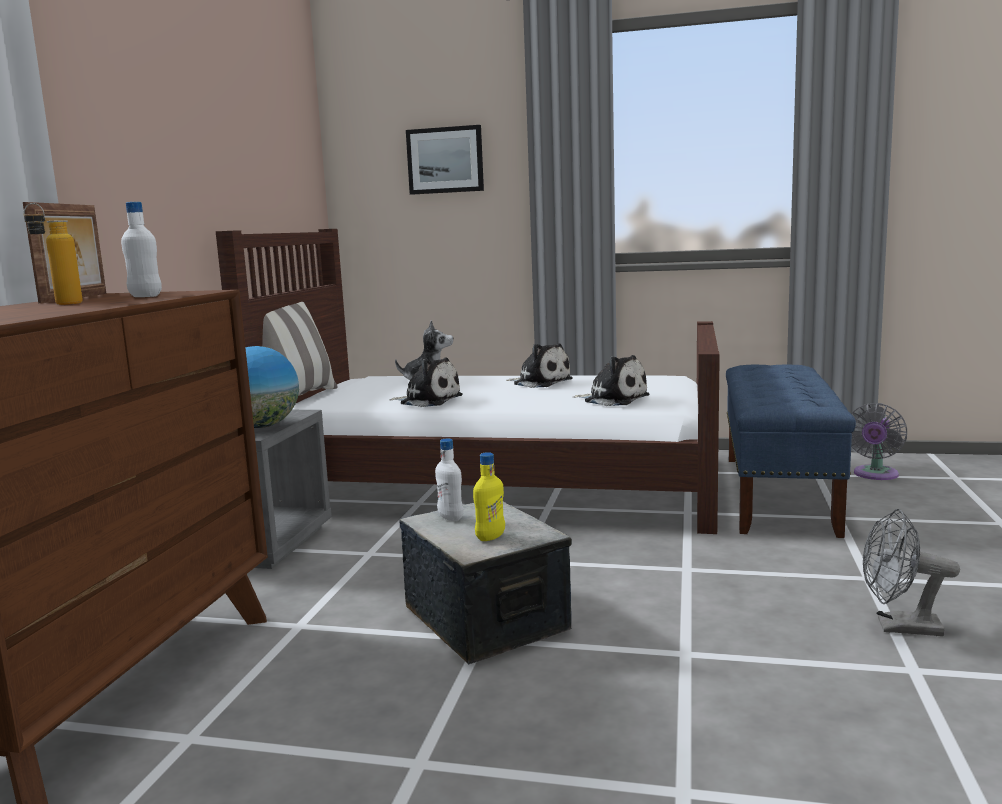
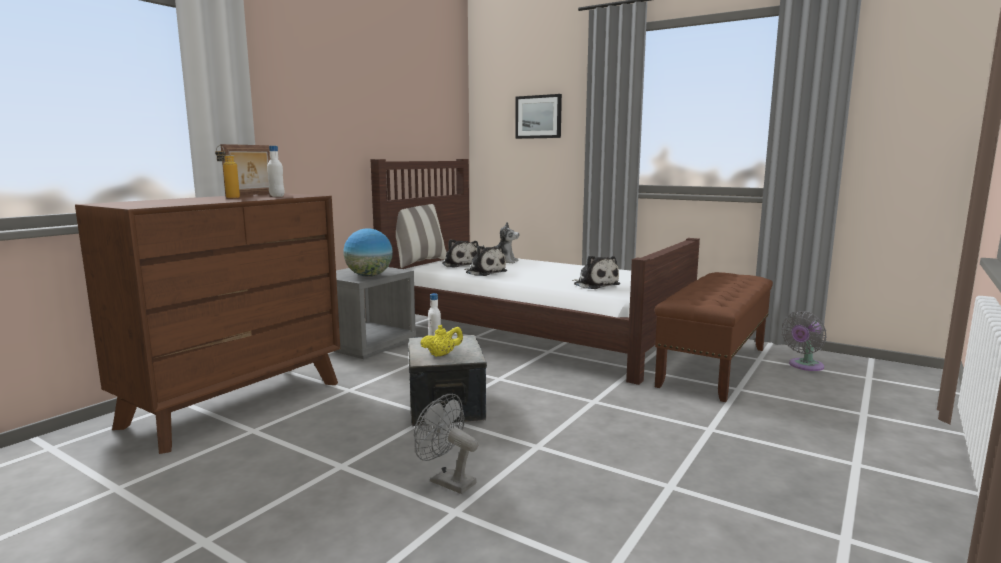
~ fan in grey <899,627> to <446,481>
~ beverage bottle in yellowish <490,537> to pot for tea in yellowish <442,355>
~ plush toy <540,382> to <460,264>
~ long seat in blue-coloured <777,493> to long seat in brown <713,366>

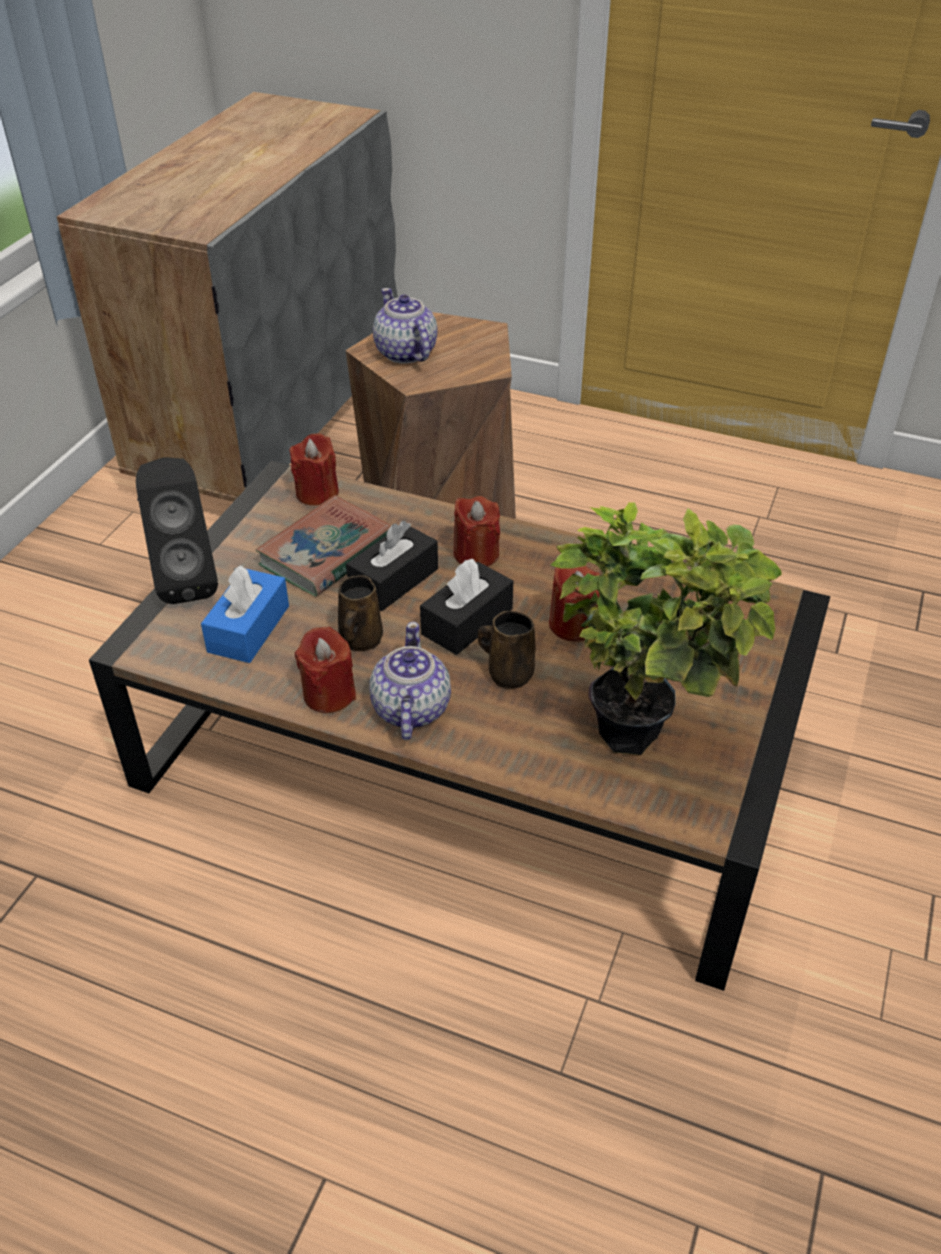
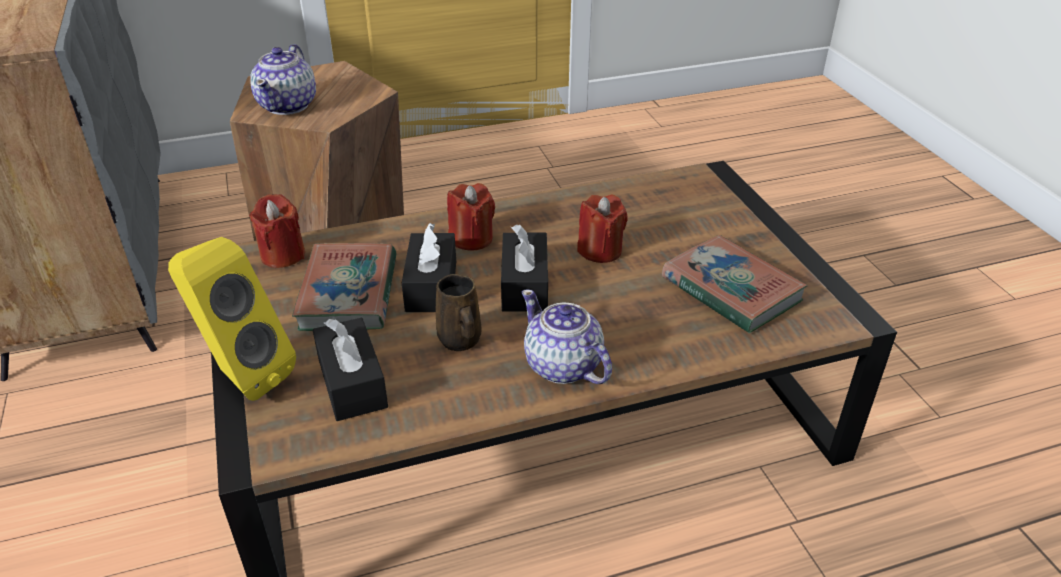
~ loudspeaker in black <187,580> to loudspeaker in yellowish <242,376>
~ pot for tea <405,353> = <288,105> 105 degrees counterclockwise
~ box of tissues in blue-coloured <248,629> to box of tissues in black <352,383>
~ plant in a pot <645,730> to volume <731,290>
- wax candle in red <329,694>
- tea mug in brown <508,674>

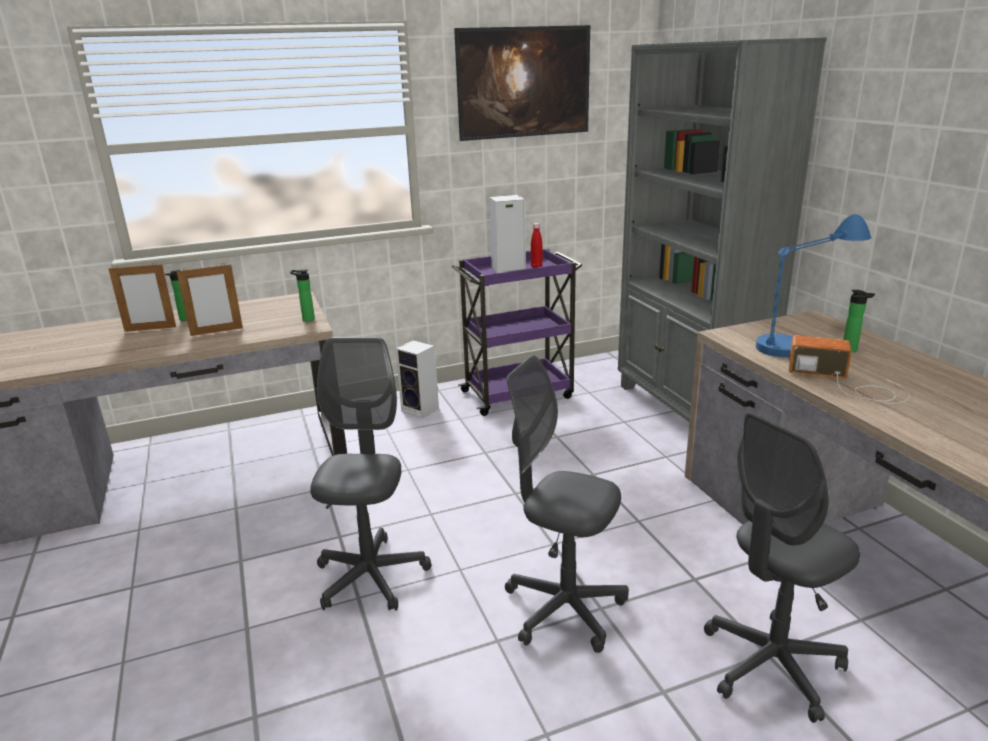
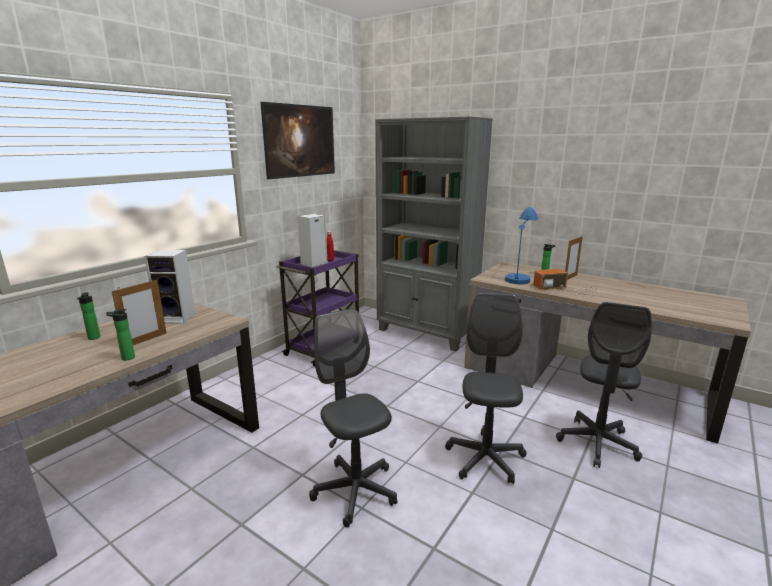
~ beverage bottle <306,320> to <126,358>
~ loudspeaker <421,409> to <178,318>
~ computer chair in grey <564,609> = <485,459> 105 degrees clockwise
~ standing frame <150,329> to <570,278>

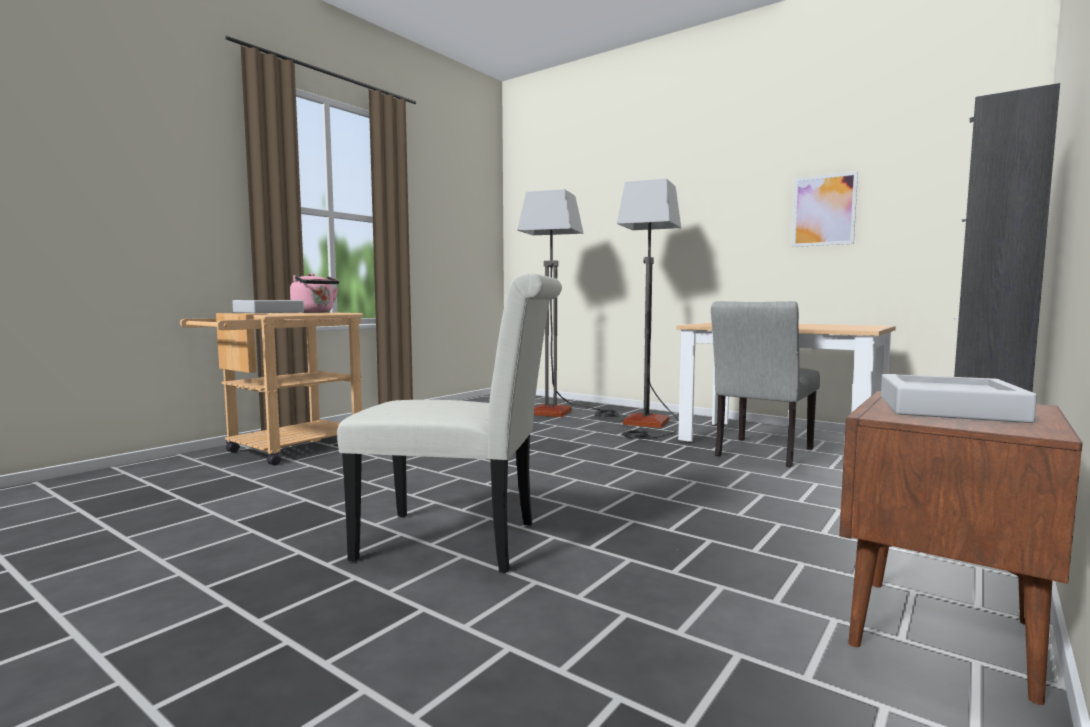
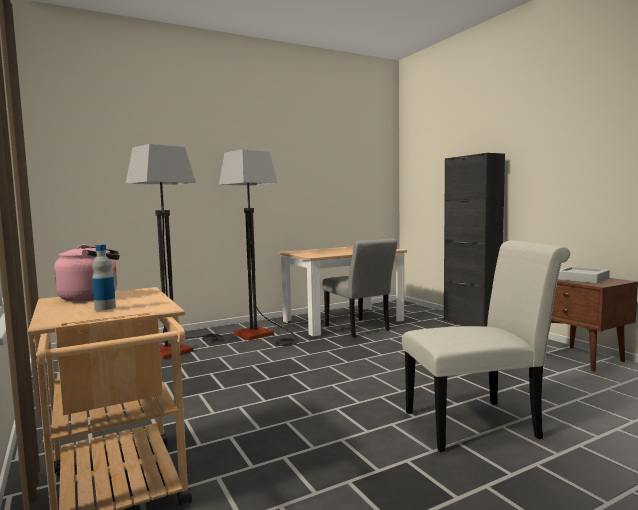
~ carrying tray in grey <268,312> to beverage bottle <105,308>
~ upright chair in whitish <461,542> = <479,424> 45 degrees clockwise
- wall art <824,210>

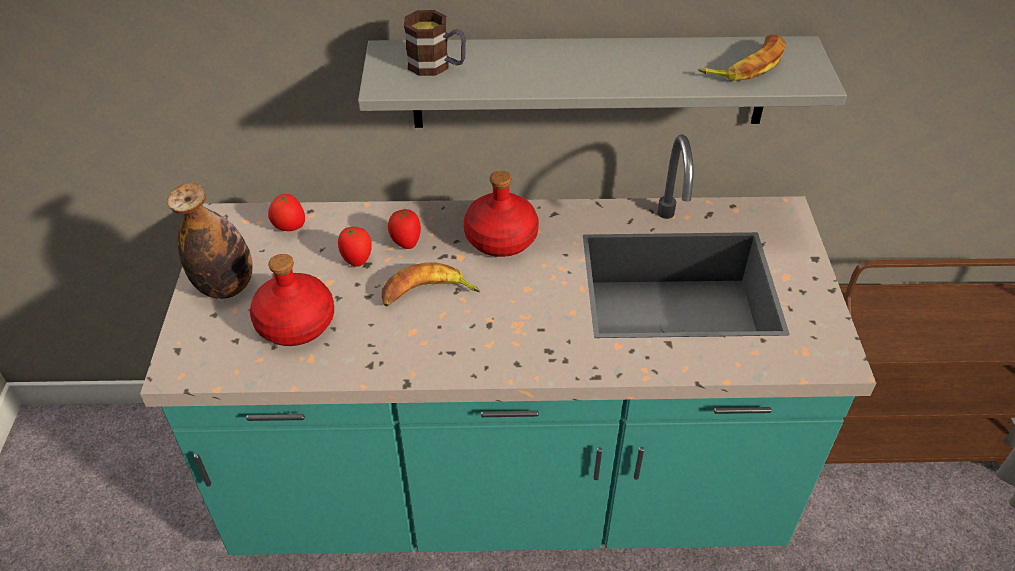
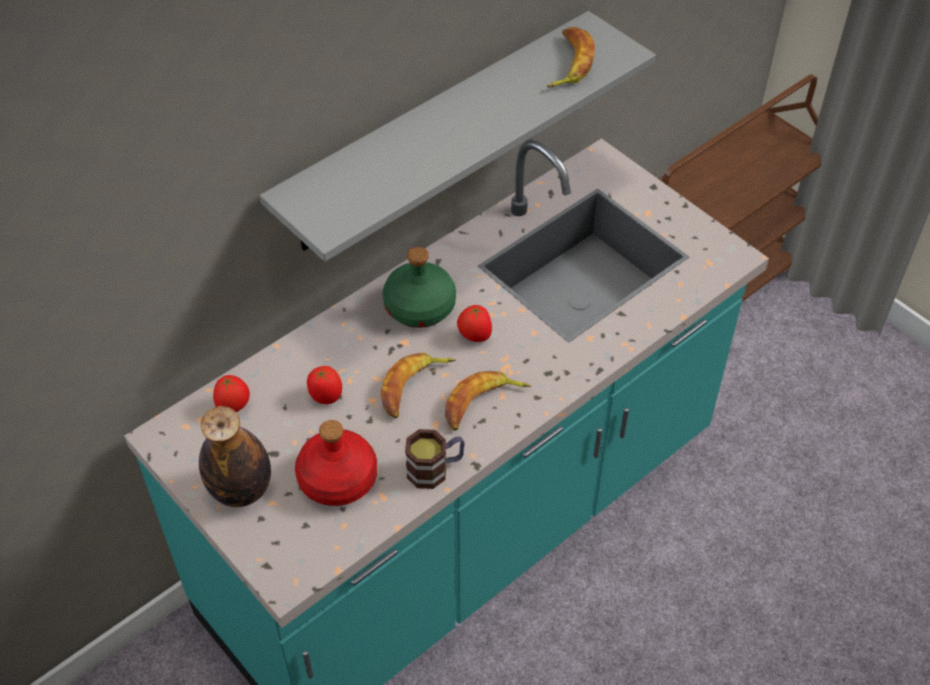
~ beverage bottle in red <500,239> to beverage bottle in green <420,308>
~ tea mug <437,66> to <435,469>
+ banana fruit <482,404>
~ tomato <405,242> to <474,336>

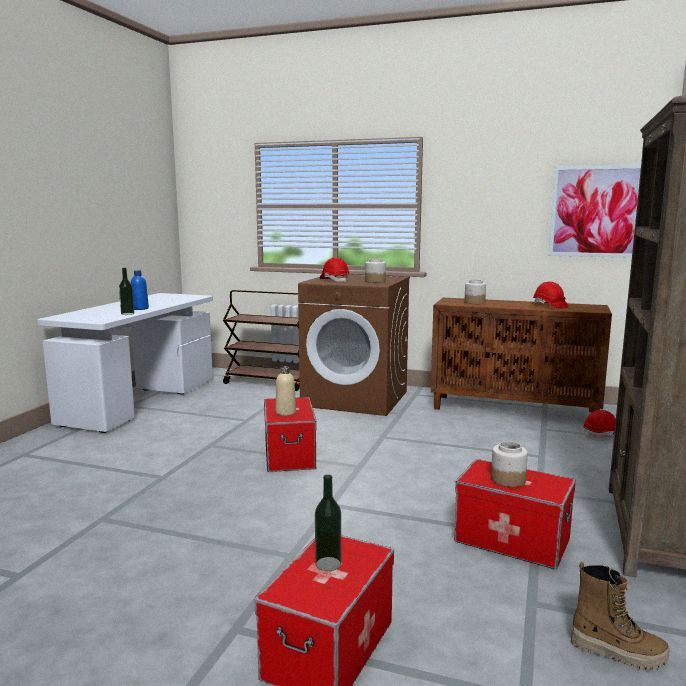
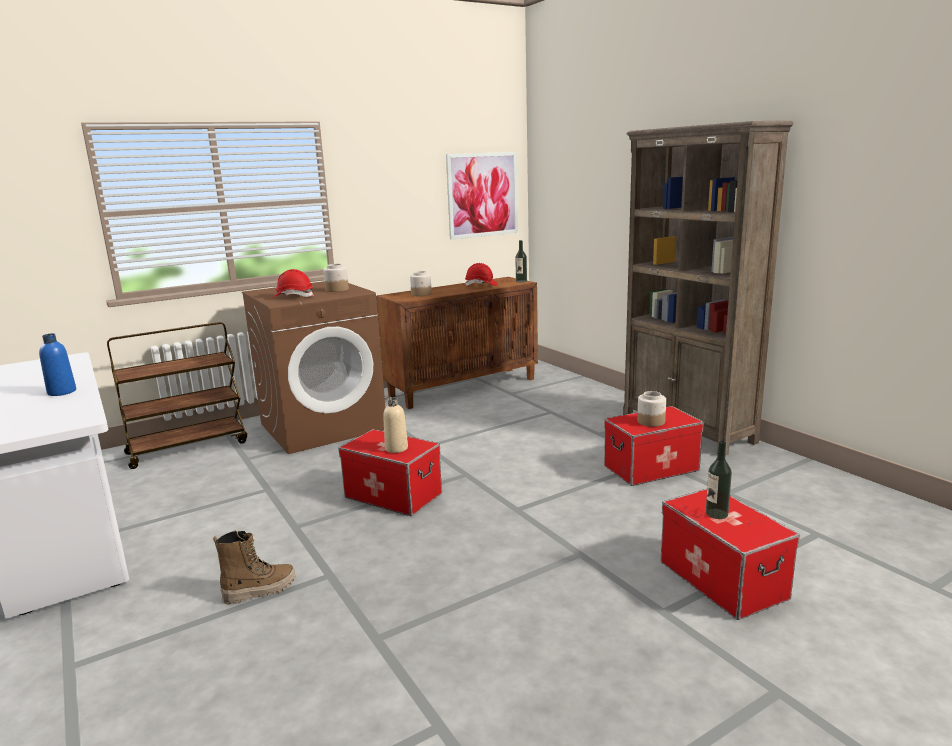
~ high-top boot <617,652> to <260,590>
~ beverage bottle <127,314> to <521,281>
- safety helmet in red <602,435>

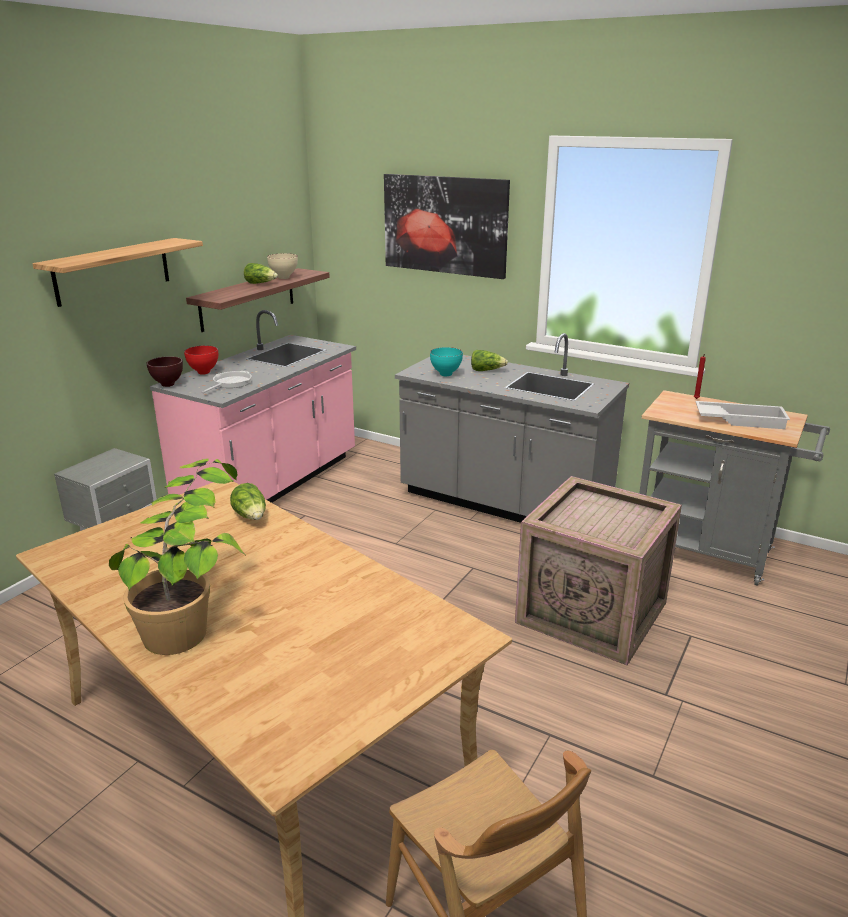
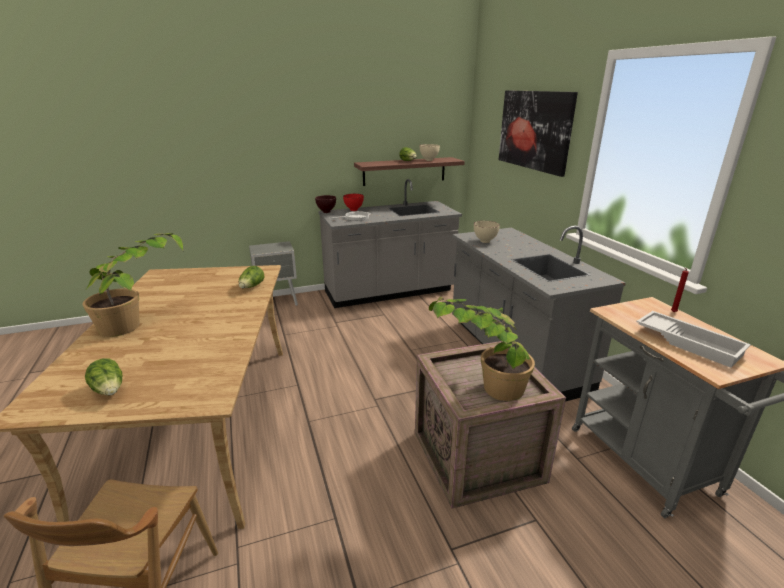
~ lettuce head <486,370> to <109,390>
~ kitchen base unit in pink <272,485> to kitchen base unit in grey <389,292>
+ plant in a pot <482,385>
~ deep dish in blue-green <446,375> to deep dish in beige <485,242>
- shelf <113,271>

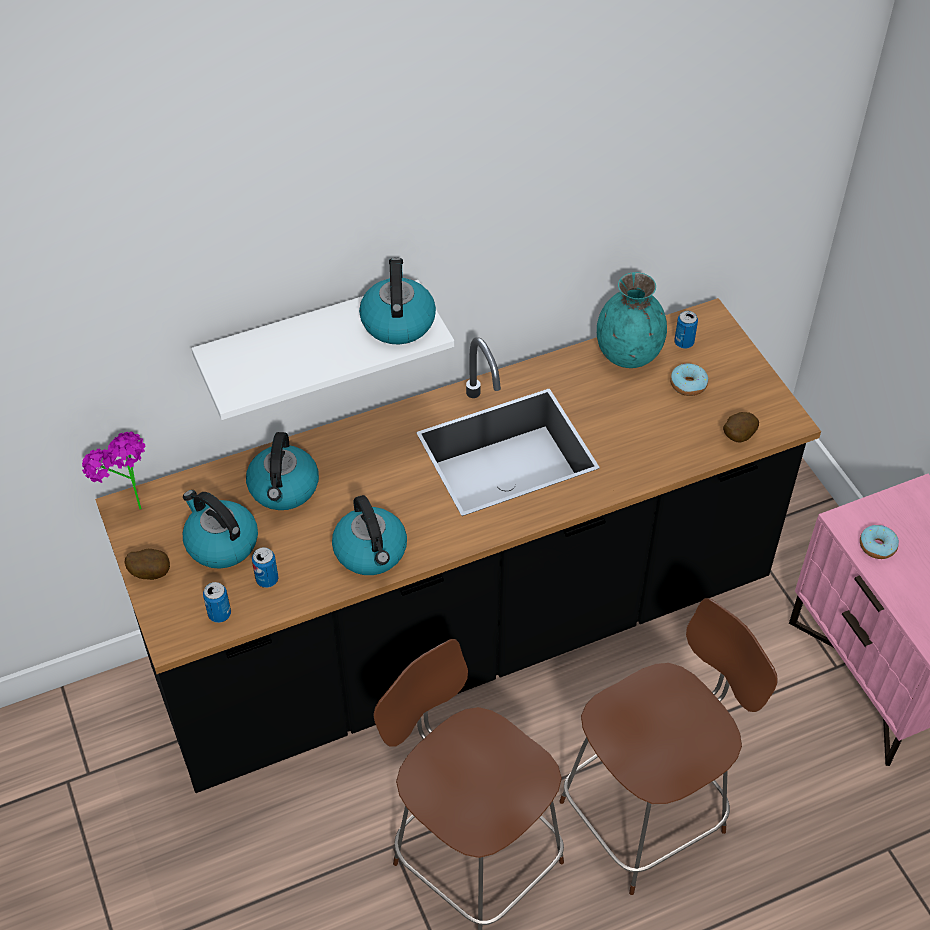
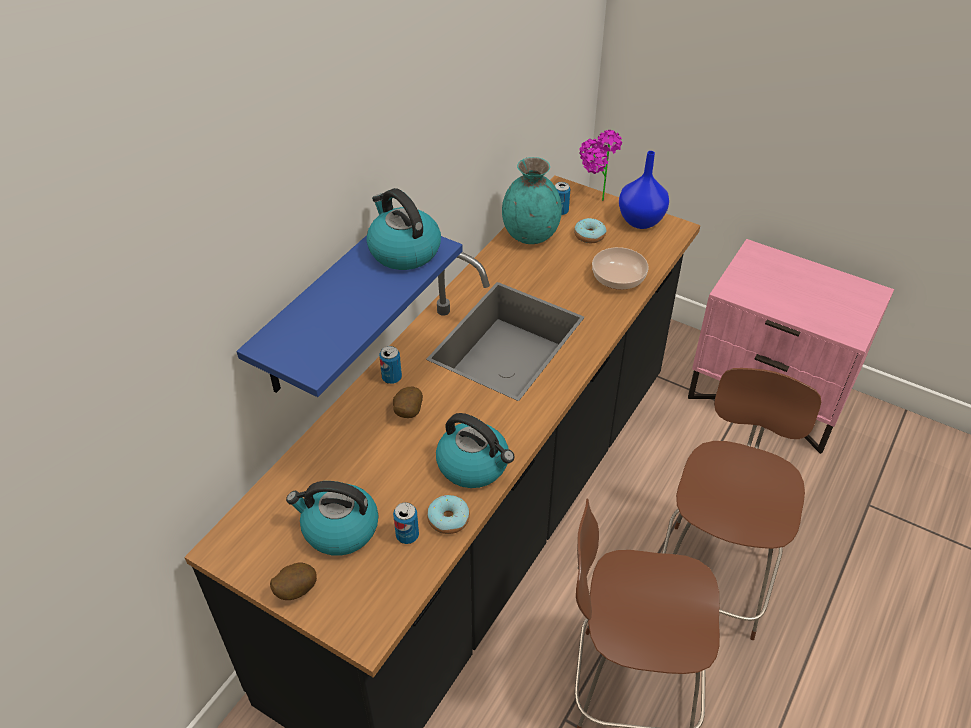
~ shelf in whitish <310,342> to shelf in blue-coloured <323,309>
~ can <219,614> to <392,378>
~ potato <737,436> to <407,413>
~ donut <877,546> to <448,519>
~ plant in a pot <129,504> to <593,201>
+ deep dish <618,279>
+ vase in blue-coloured <639,220>
- tea kettle <284,489>

